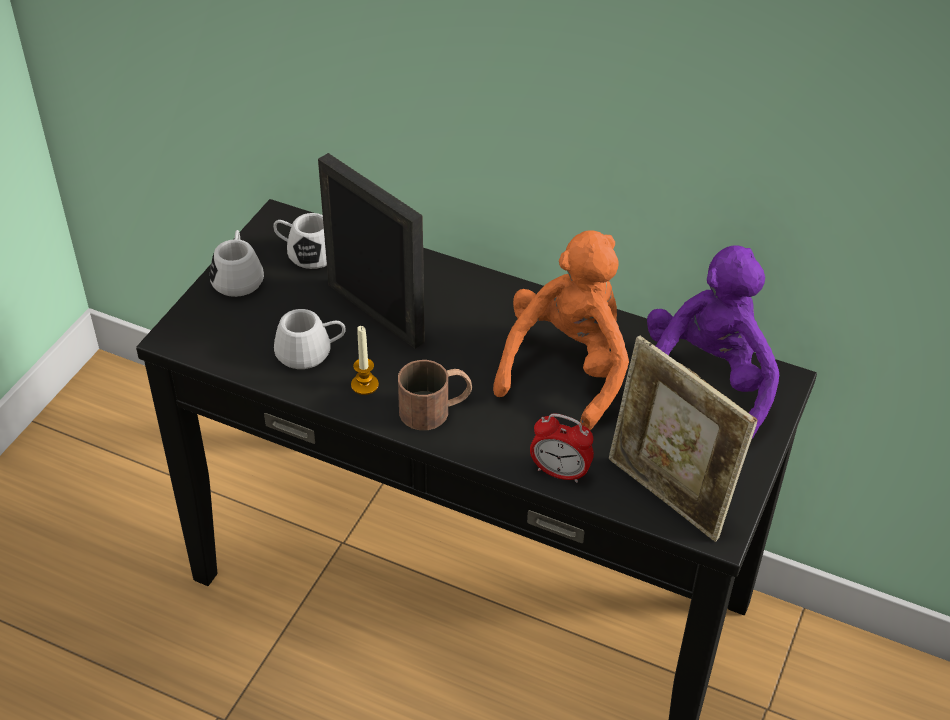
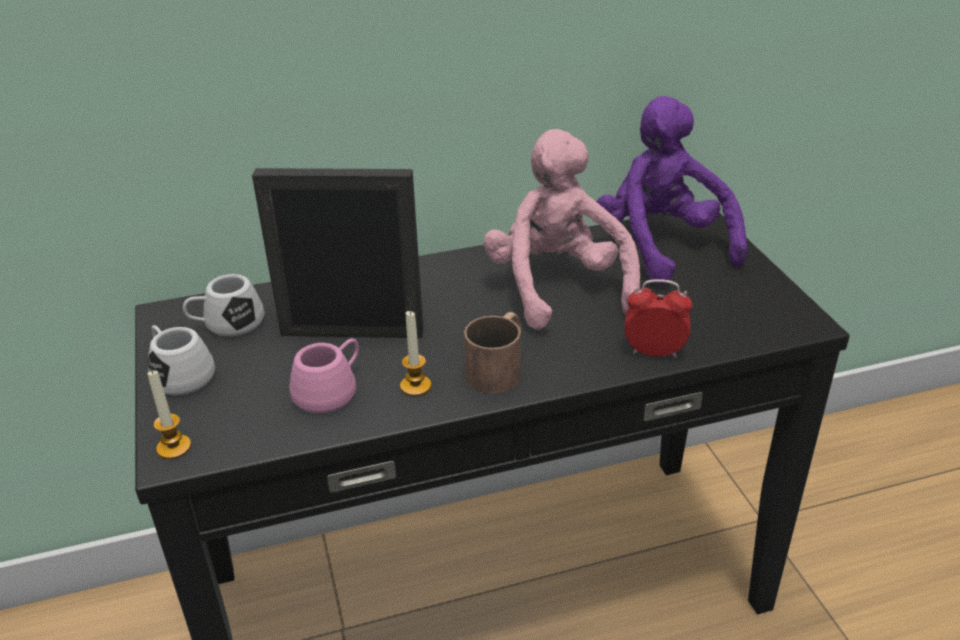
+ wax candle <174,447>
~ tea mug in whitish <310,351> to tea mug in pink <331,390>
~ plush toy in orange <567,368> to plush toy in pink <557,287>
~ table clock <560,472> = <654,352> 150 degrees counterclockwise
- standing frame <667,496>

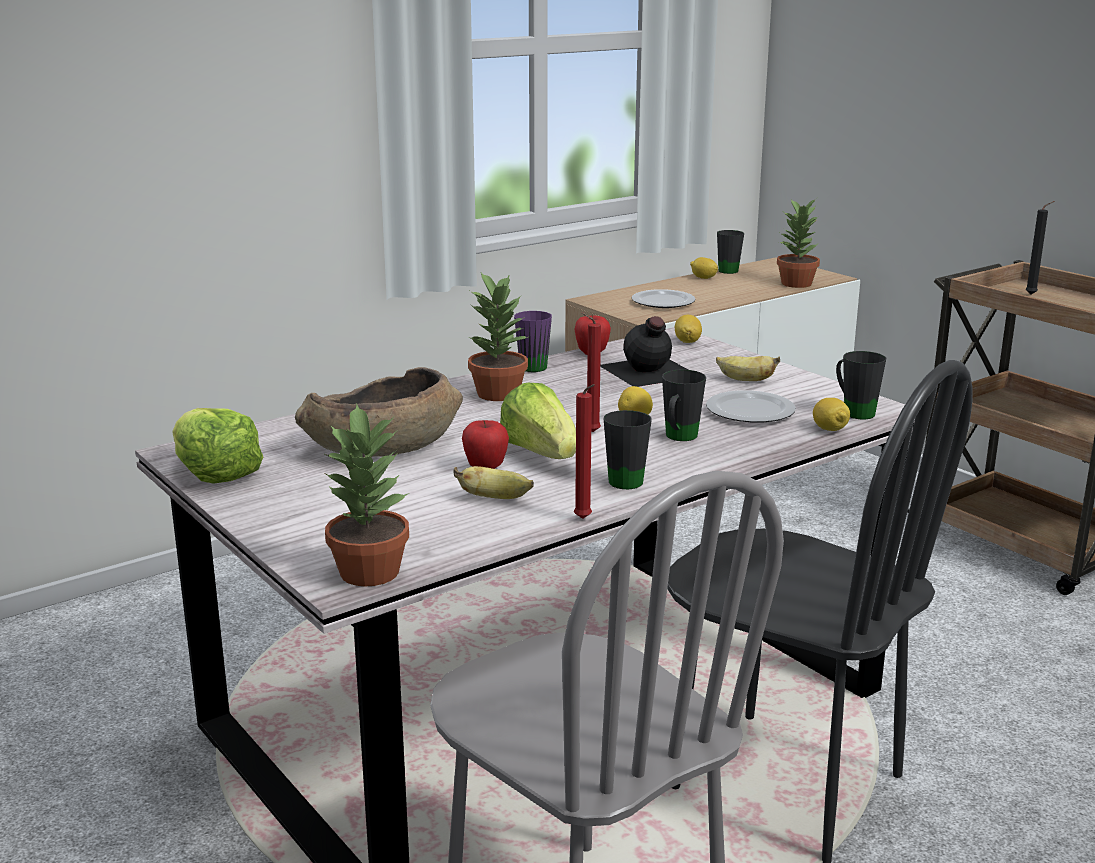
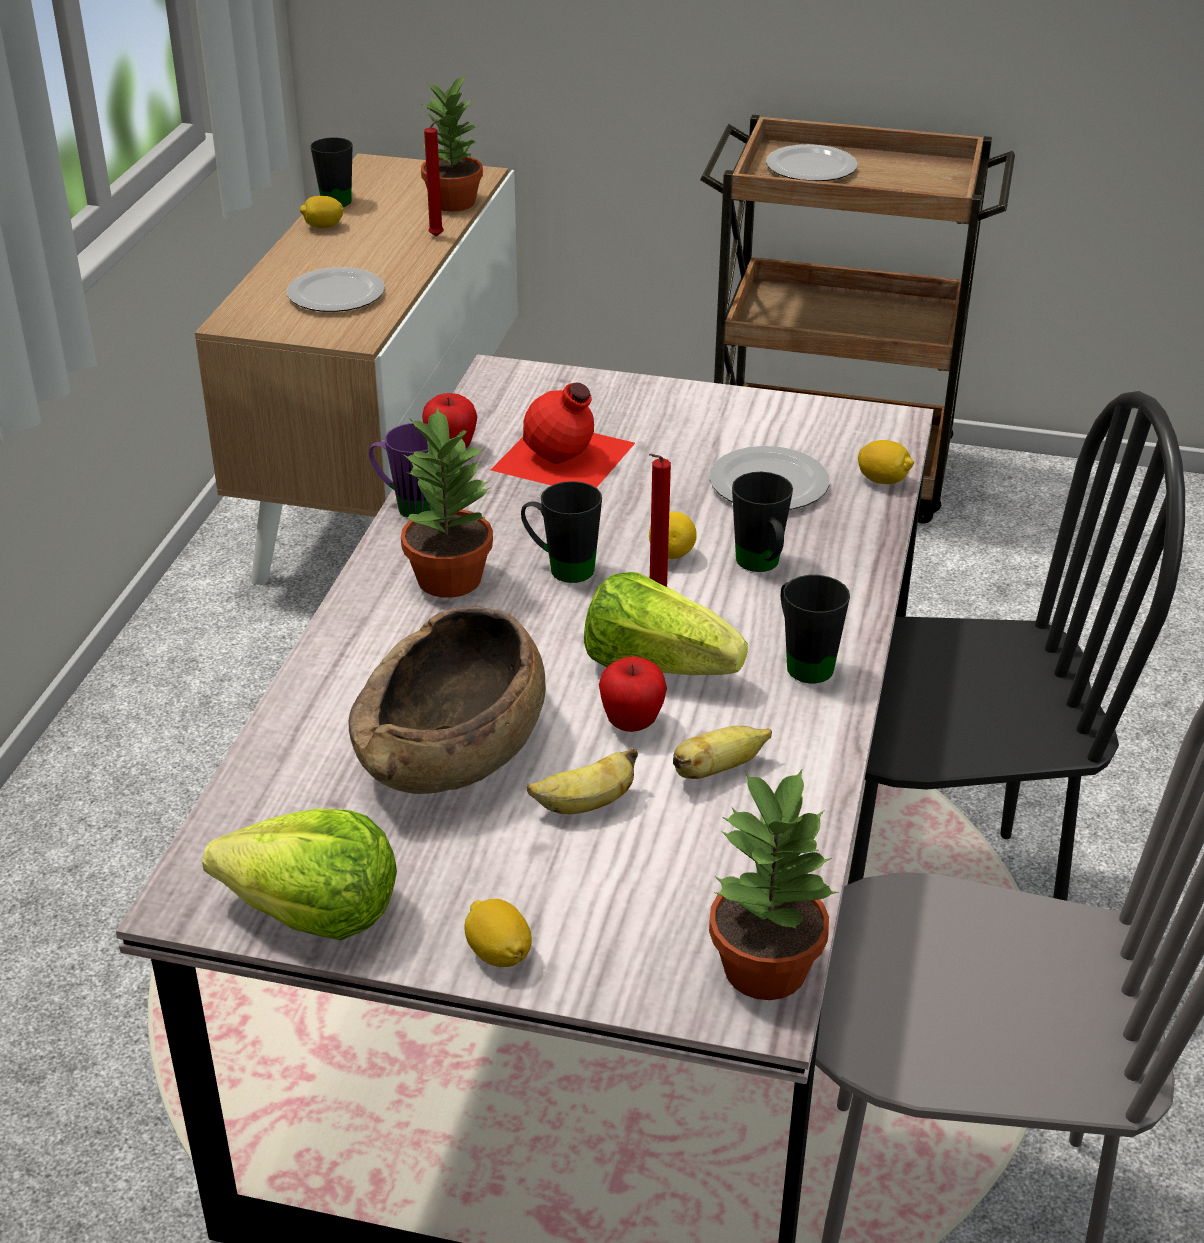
~ wax candle in red <584,520> to <438,236>
~ lemon <687,341> to <498,953>
~ beverage bottle in black <648,371> to beverage bottle in red <564,457>
~ tea mug in black <853,411> to <560,568>
~ banana fruit <745,380> to <585,805>
~ wax candle in black <1033,294> to plate <812,168>

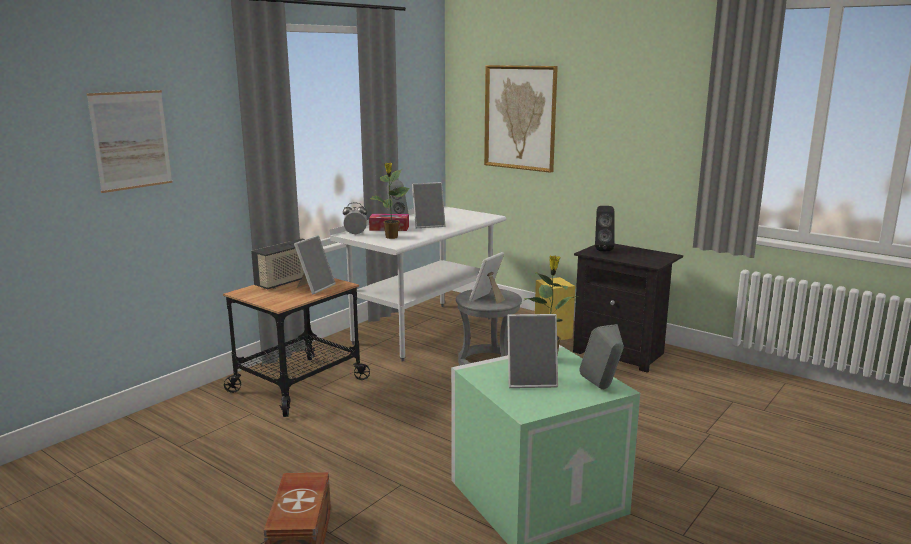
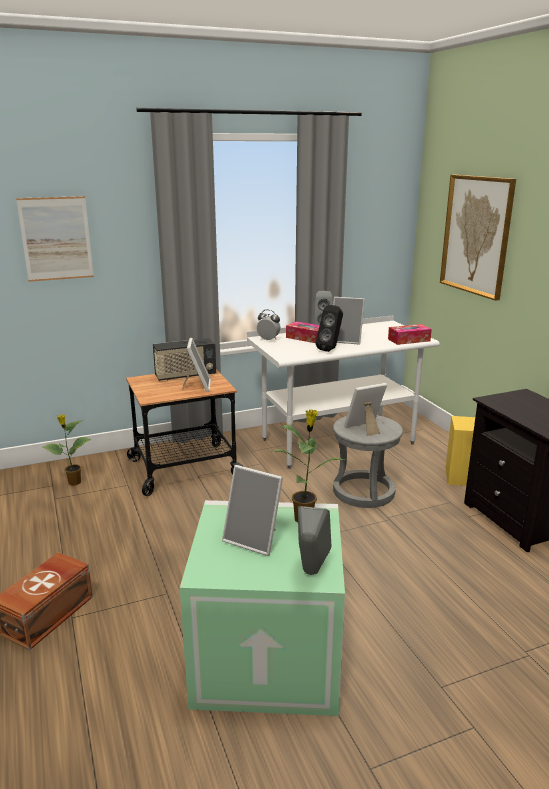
~ plant in a pot <391,237> to <74,483>
~ standing frame <314,287> = <197,386> 60 degrees counterclockwise
~ loudspeaker in black <602,249> to <330,349>
+ box of tissues <409,340>

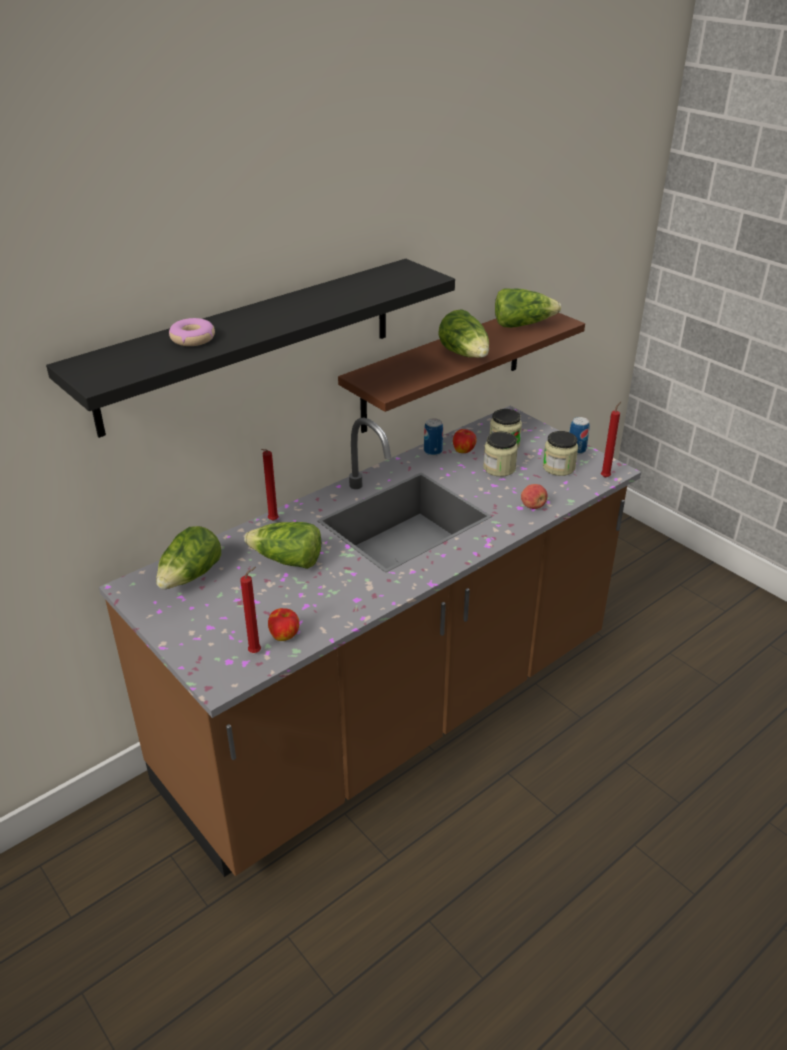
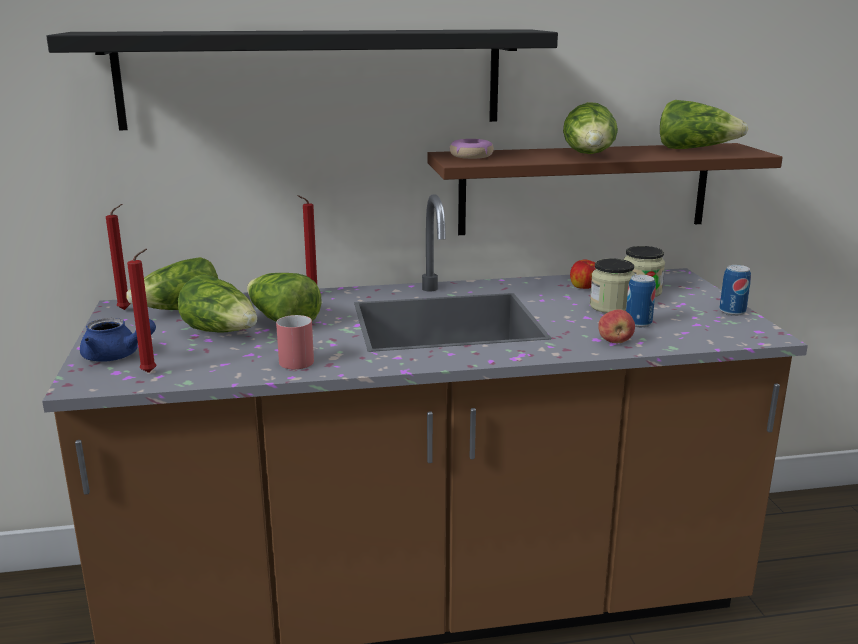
+ pot for tea in blue-coloured <116,356>
~ wax candle in red <606,477> to <126,309>
+ lettuce head <222,332>
+ tea mug in red <297,359>
~ donut <192,339> to <471,156>
~ can <433,451> to <638,323>
- whole apple <284,635>
- jar <558,467>

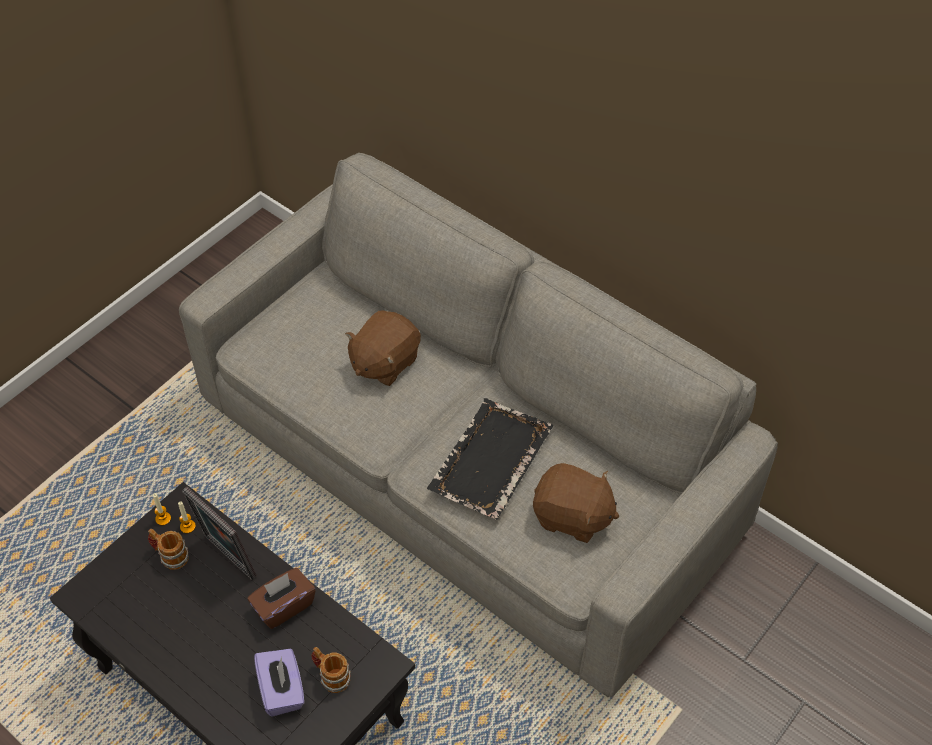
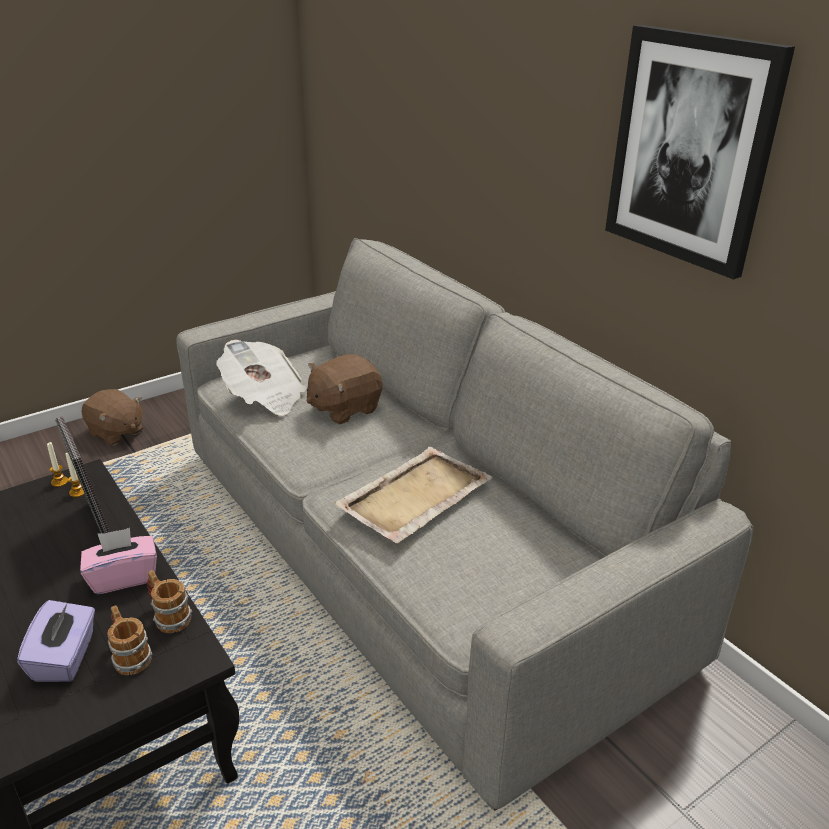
~ box of tissues in brown <284,606> to box of tissues in pink <123,577>
~ plush toy in brown <572,517> to <116,433>
~ tea mug <170,555> to <169,616>
+ newspaper <264,396>
~ carrying tray in black <490,461> to carrying tray in beige <413,497>
+ wall art <691,150>

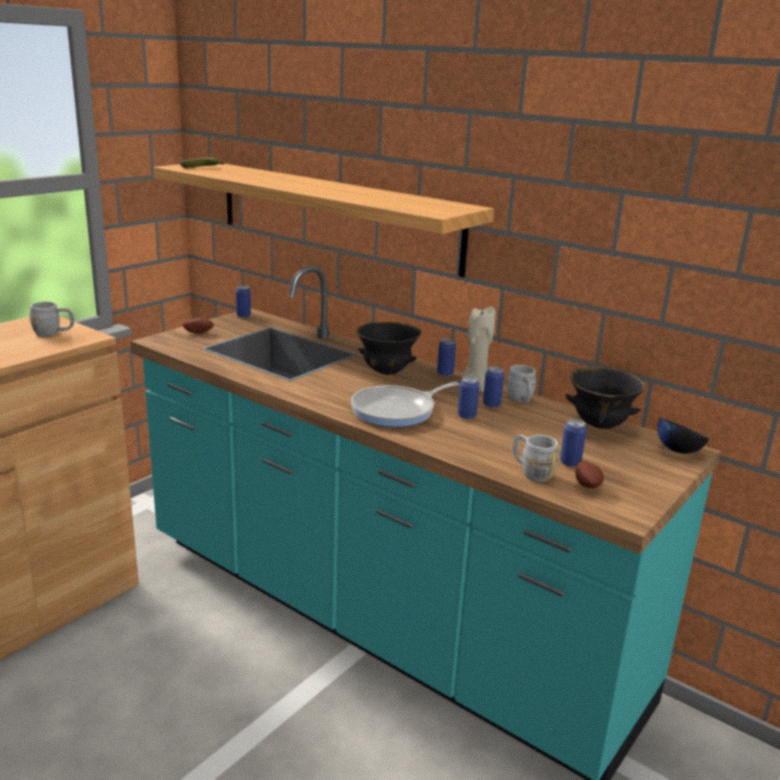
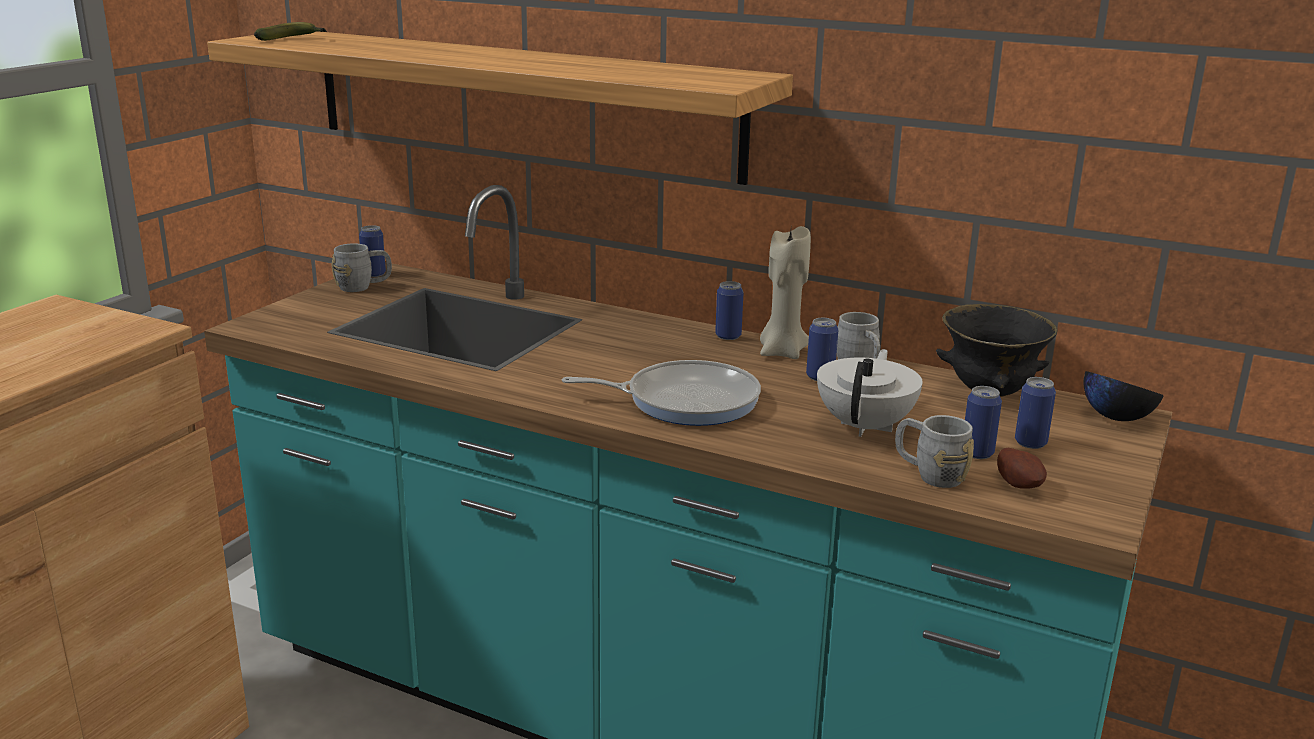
~ tea mug in grey <53,333> to <363,287>
~ skillet <397,411> = <685,401> 135 degrees counterclockwise
+ pot for tea in whitish <866,426>
~ can <466,416> to <1030,443>
- potato <198,333>
- deep dish in black <387,372>

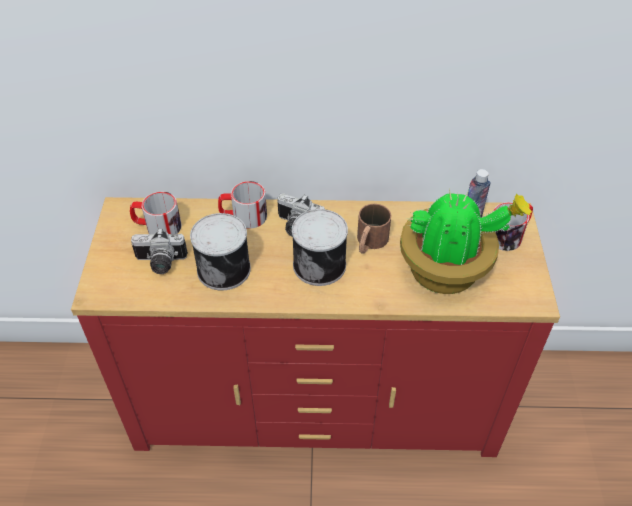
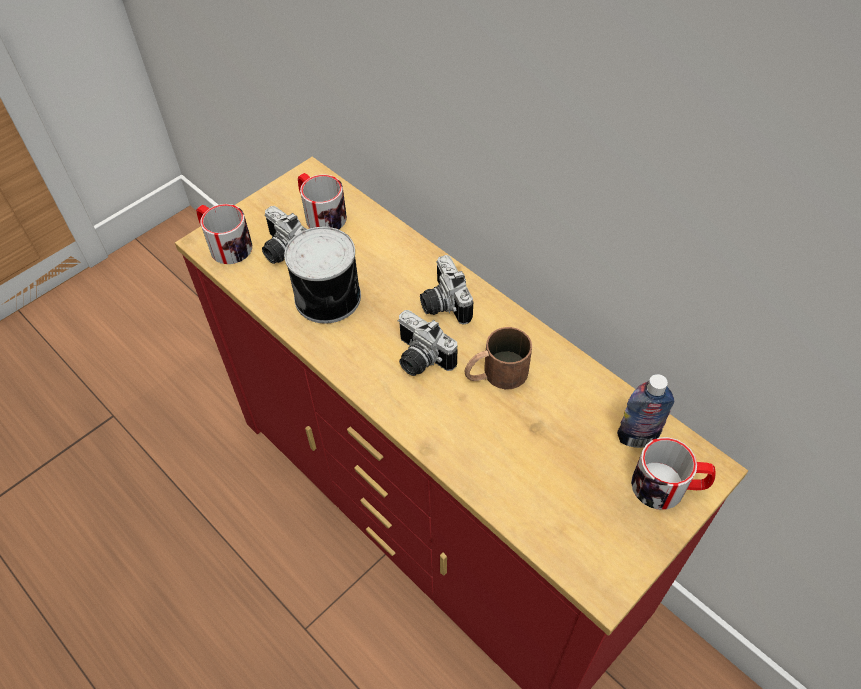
~ tea mug <243,216> to <225,244>
~ can <320,264> to still camera <419,359>
- plant in a pot <447,271>

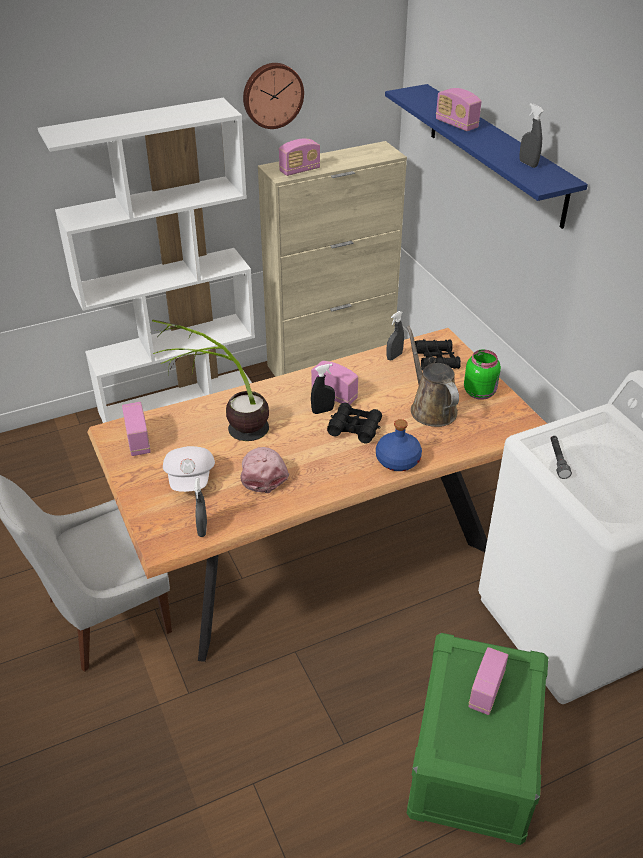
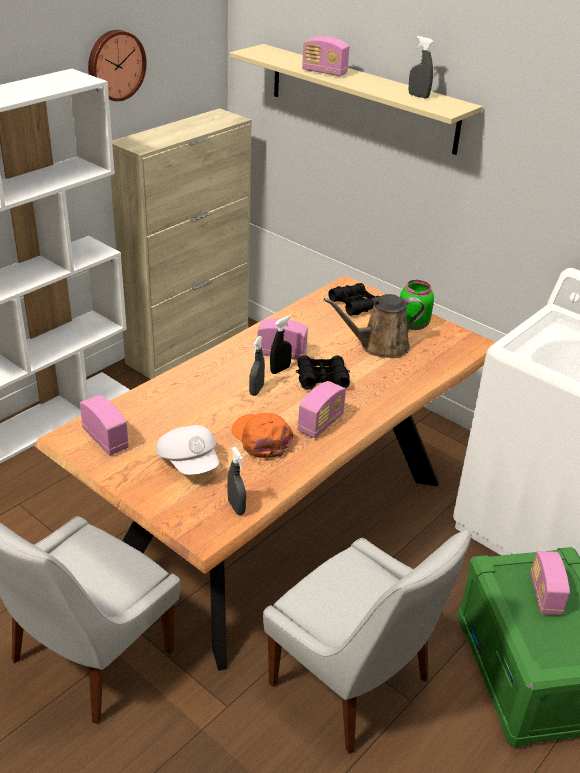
~ shelf in blue-coloured <495,153> to shelf in beige <362,98>
~ baseball cap in pink <263,472> to baseball cap in orange <261,438>
~ hand sprayer in grey <394,356> to <256,390>
+ upright chair in whitish <354,685>
~ radio set <299,170> to <320,424>
~ watering pot in brown <431,408> = <380,346> 60 degrees counterclockwise
- plant in a pot <223,431>
- beverage bottle in blue-coloured <397,460>
- hand torch in grey <558,460>

